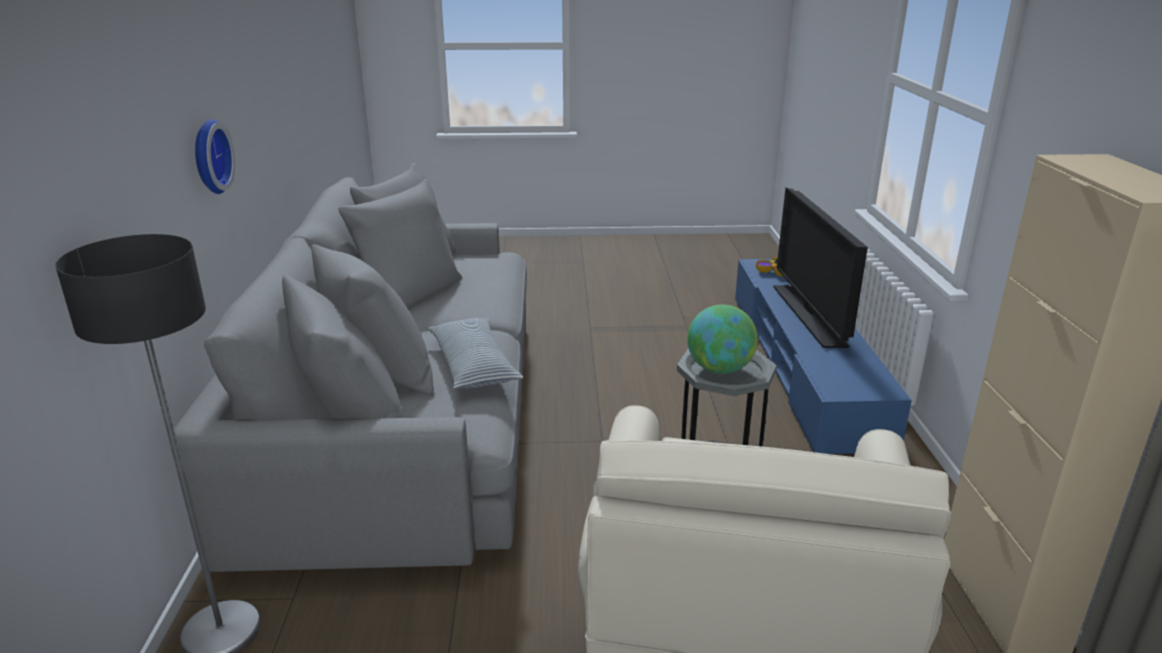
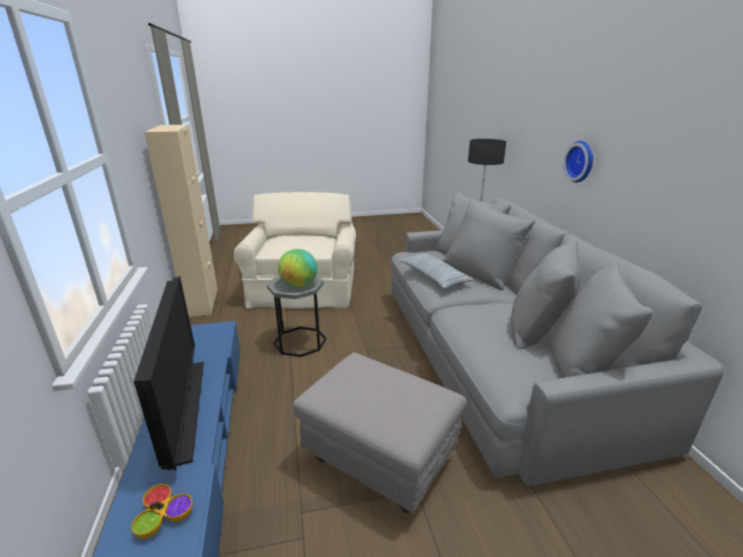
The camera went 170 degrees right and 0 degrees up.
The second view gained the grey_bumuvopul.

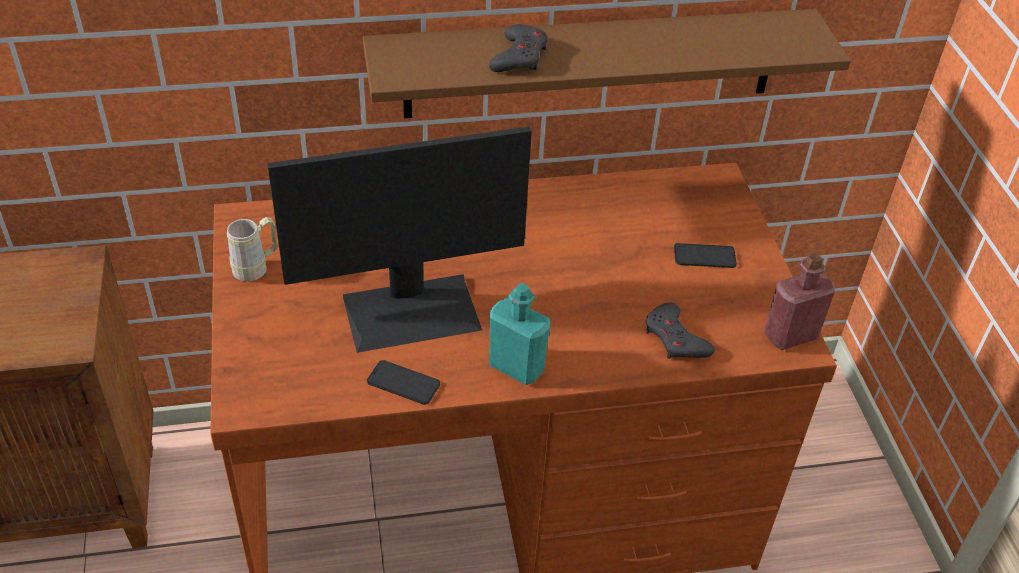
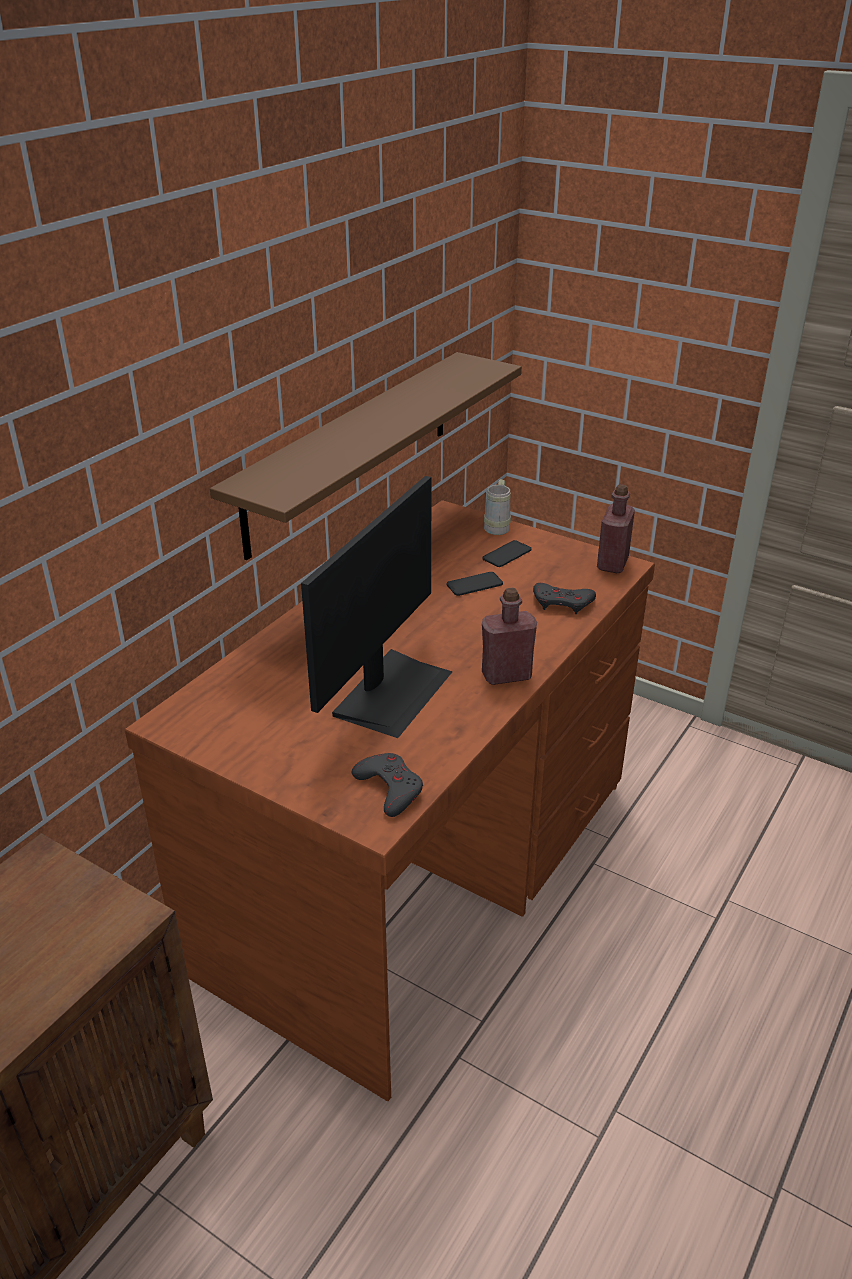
The camera went 45 degrees left and 10 degrees down.
The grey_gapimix (no. 1 from left) ended up elsewhere.
The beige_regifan ended up elsewhere.
What was the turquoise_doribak turned into the red_doribak (no. 1 from left).
The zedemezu (no. 1 from left) ended up elsewhere.

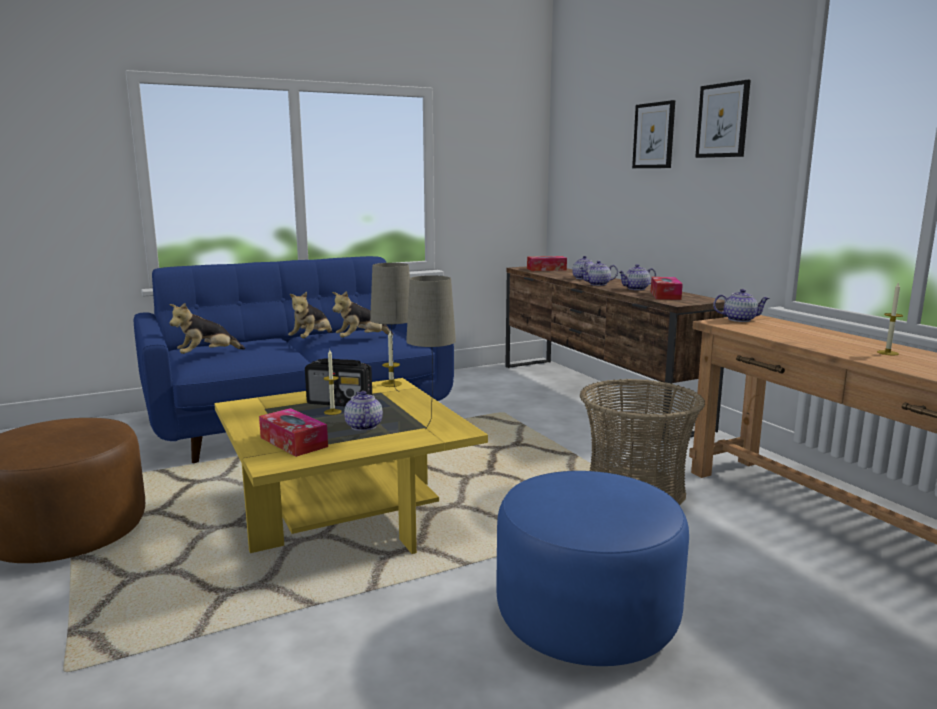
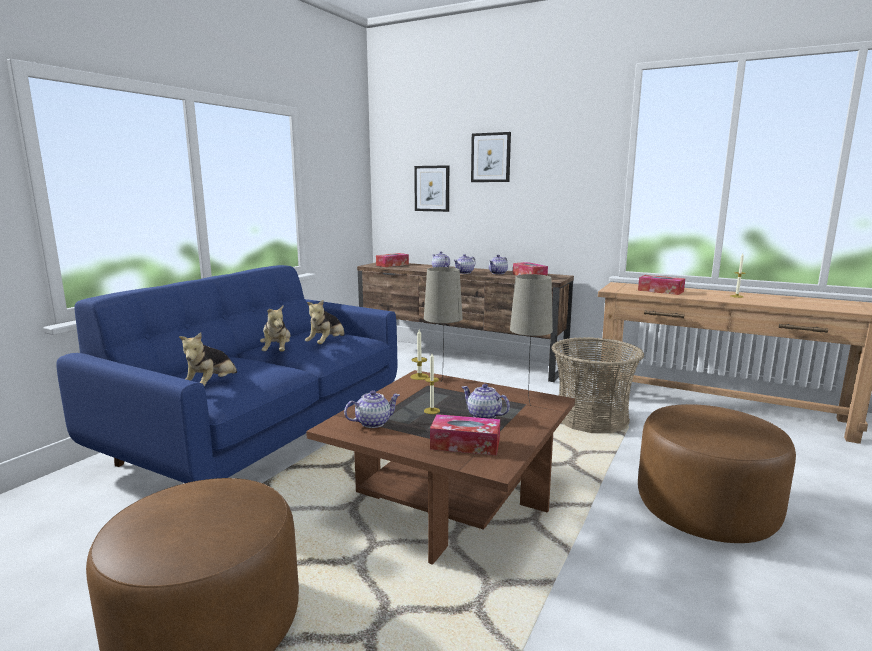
The camera went 35 degrees left and 0 degrees up.
The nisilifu (no. 2 from left in the first image) ended up elsewhere.
The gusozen (no. 5 from left in the first image) ended up elsewhere.
The second view lost the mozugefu.
What was the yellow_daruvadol turned into the brown_daruvadol.
What was the blue_bumuvopul turned into the brown_bumuvopul (no. 2 from left).
The second view gained the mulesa (no. 4 from left).

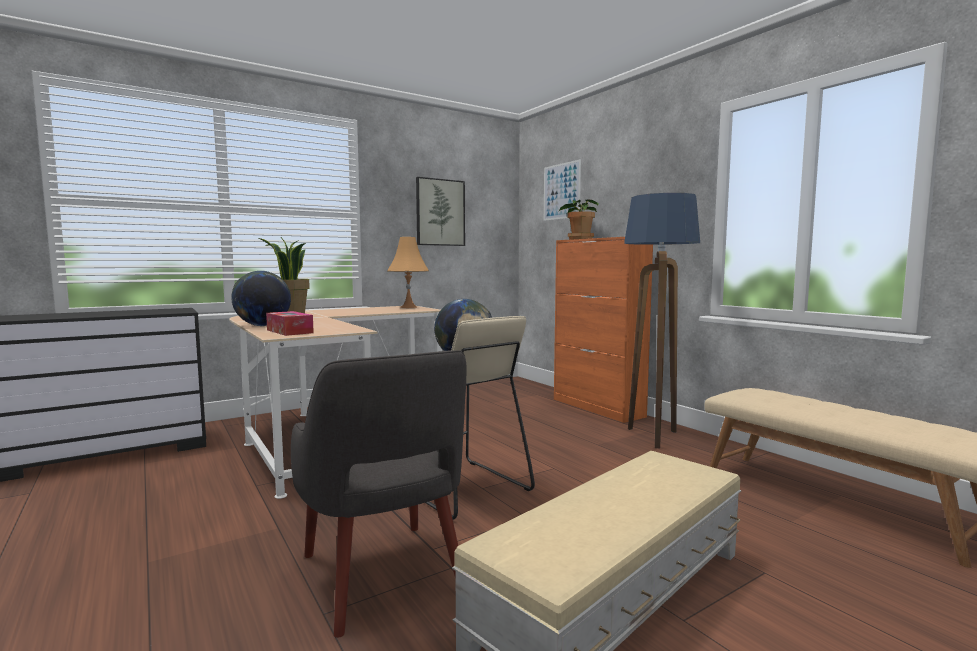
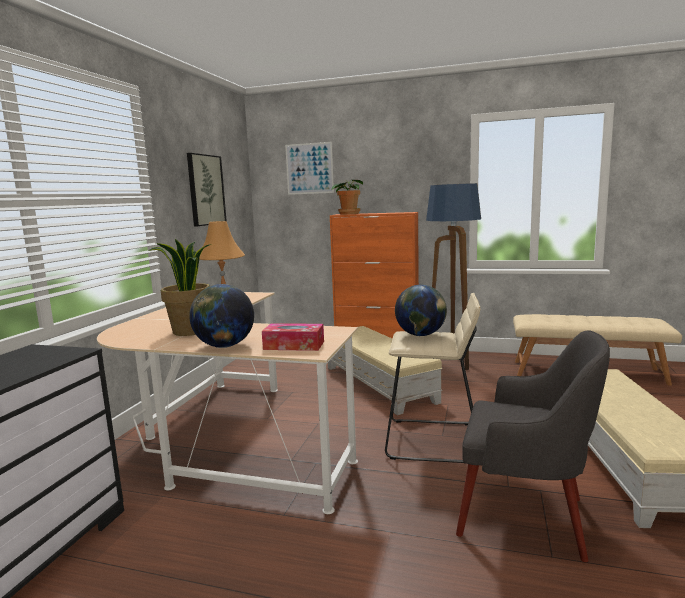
The camera went 40 degrees left and 5 degrees up.
The second view gained the beige_bumuvopul (no. 1 from left).

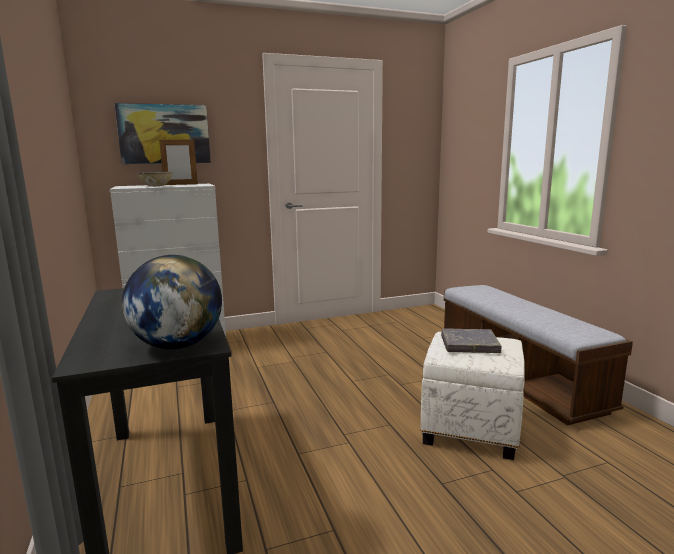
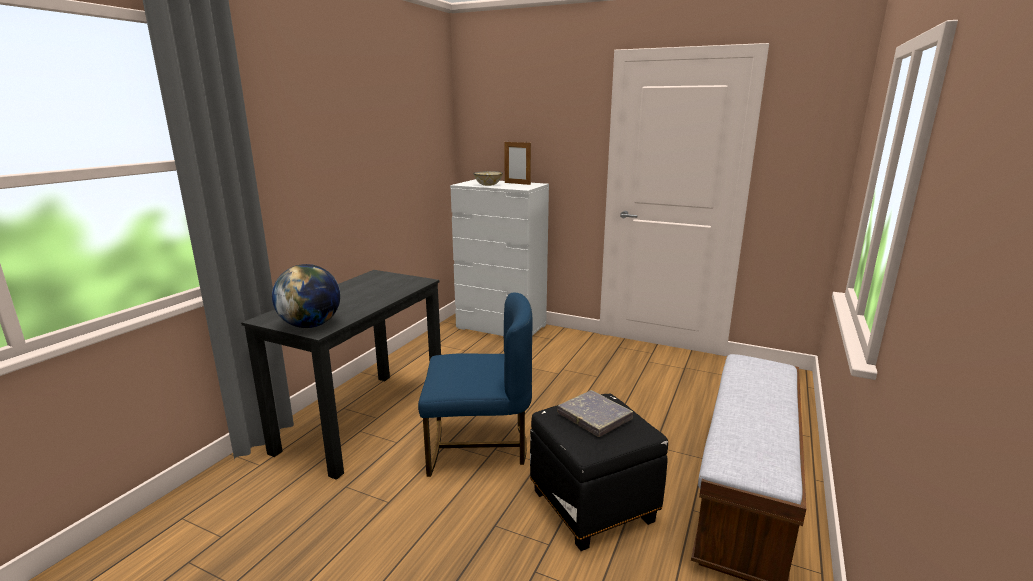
The camera went 45 degrees right and 5 degrees up.
The second view lost the nisilifu.
What was the white_bumuvopul turned into the black_bumuvopul.
The second view gained the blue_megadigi.

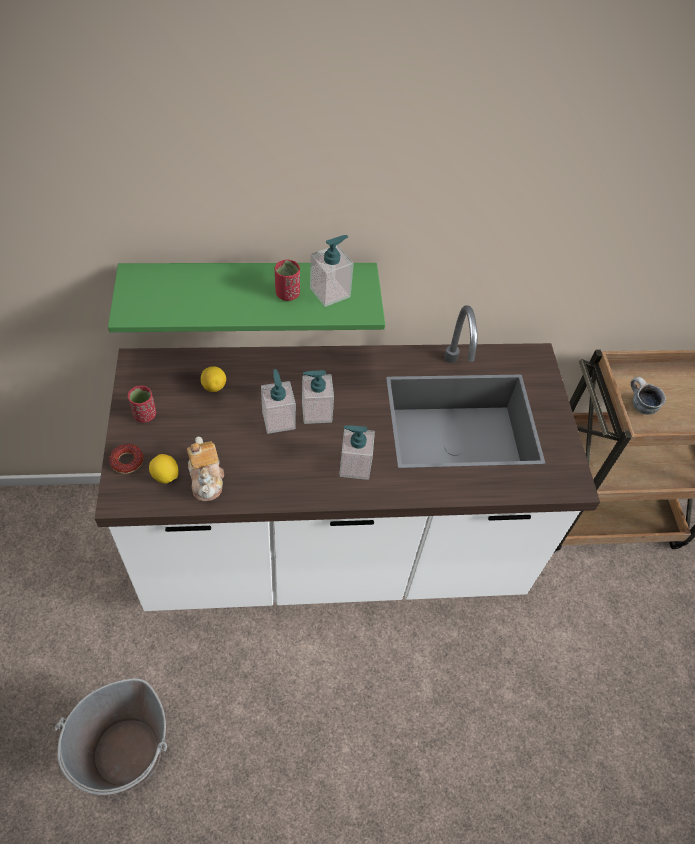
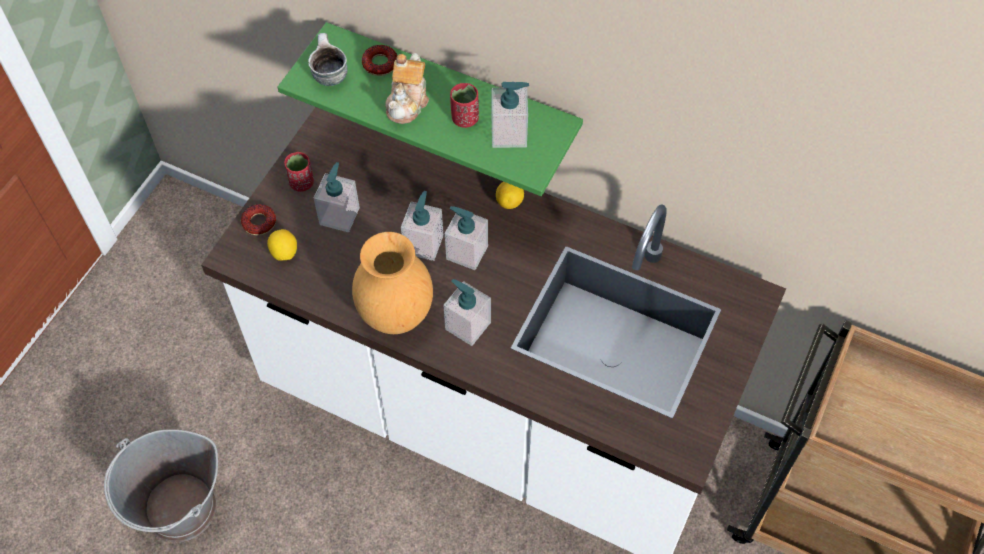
The camera went 35 degrees right and 5 degrees up.
The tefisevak (no. 2 from left) ended up elsewhere.
The regifan ended up elsewhere.
The gusozen ended up elsewhere.
The second view gained the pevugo (no. 2 from left).
The second view gained the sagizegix (no. 1 from left).
The second view gained the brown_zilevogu.

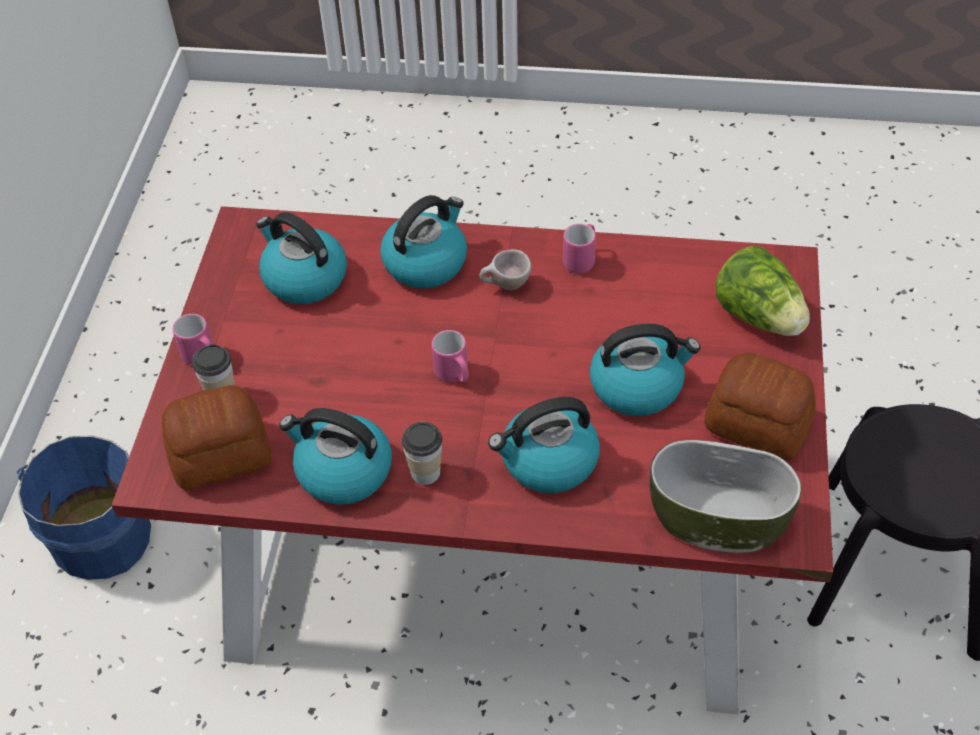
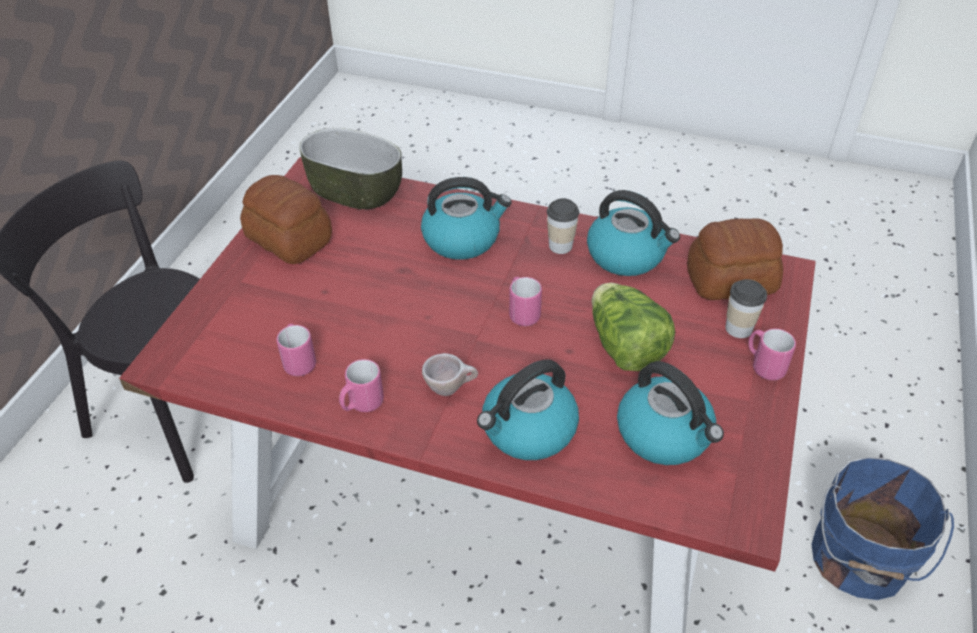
The camera went 170 degrees left and 5 degrees down.
The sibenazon ended up elsewhere.
The second view lost the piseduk (no. 5 from left).
The second view gained the pink_regifan (no. 1 from left).

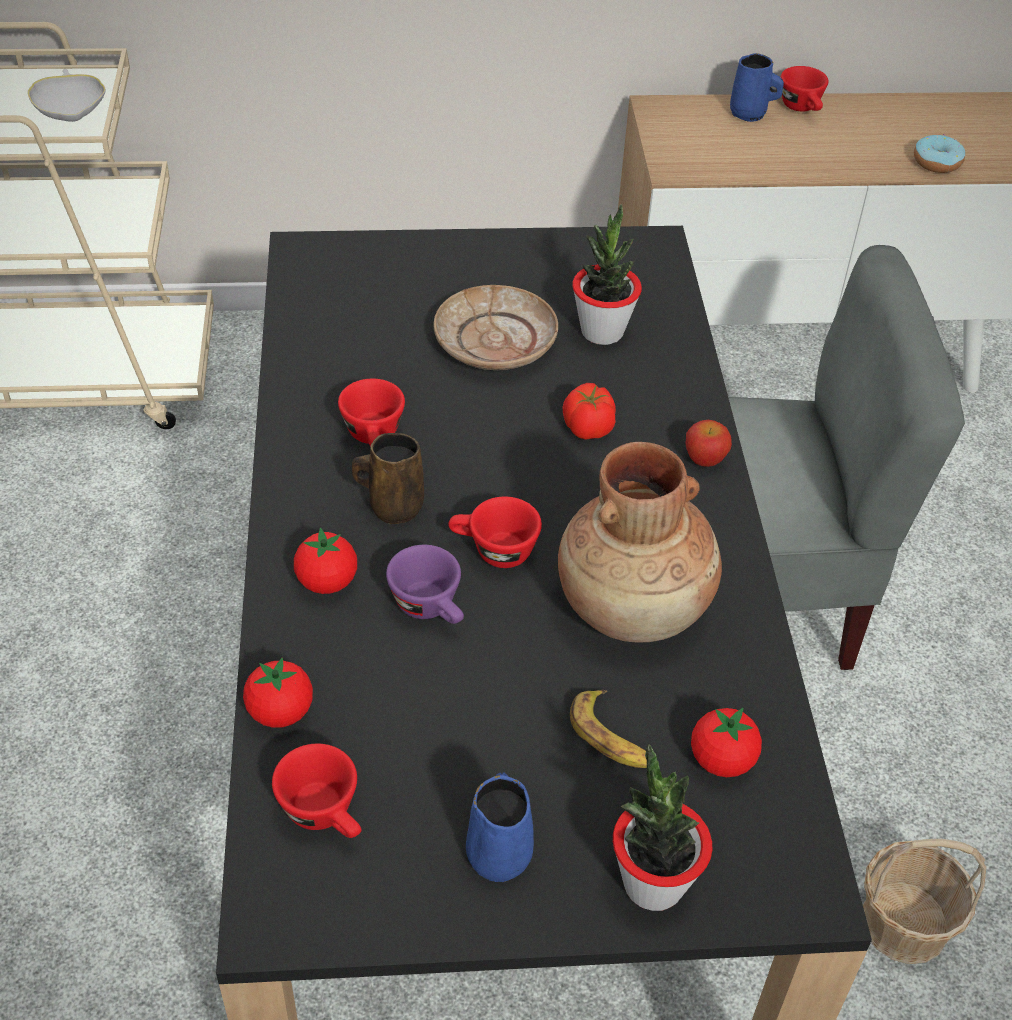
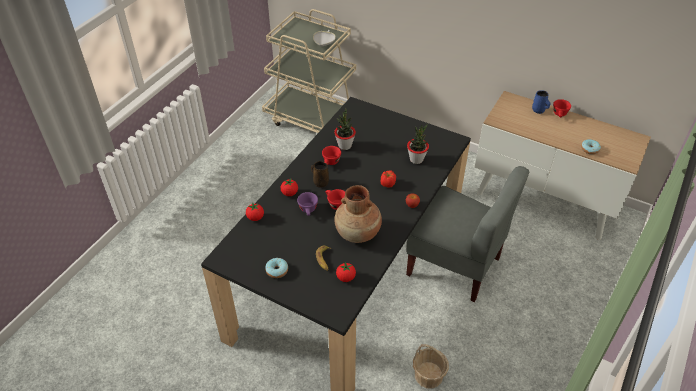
The camera went 35 degrees right and 0 degrees up.
The second view lost the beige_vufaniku.
The second view lost the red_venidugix (no. 1 from left).
The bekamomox (no. 2 from left in the first image) ended up elsewhere.
Where the blue_regifan (no. 1 from left) stood, the pevugo (no. 1 from left) came to stand.

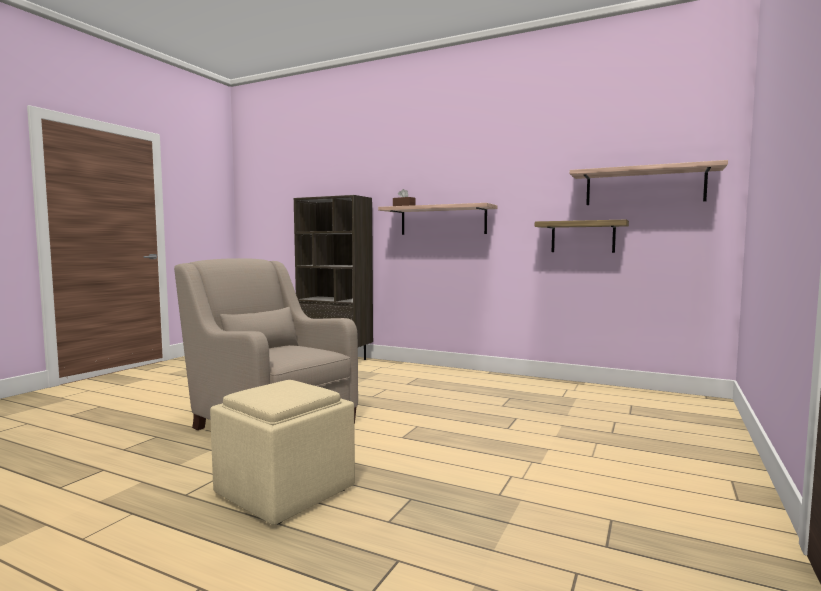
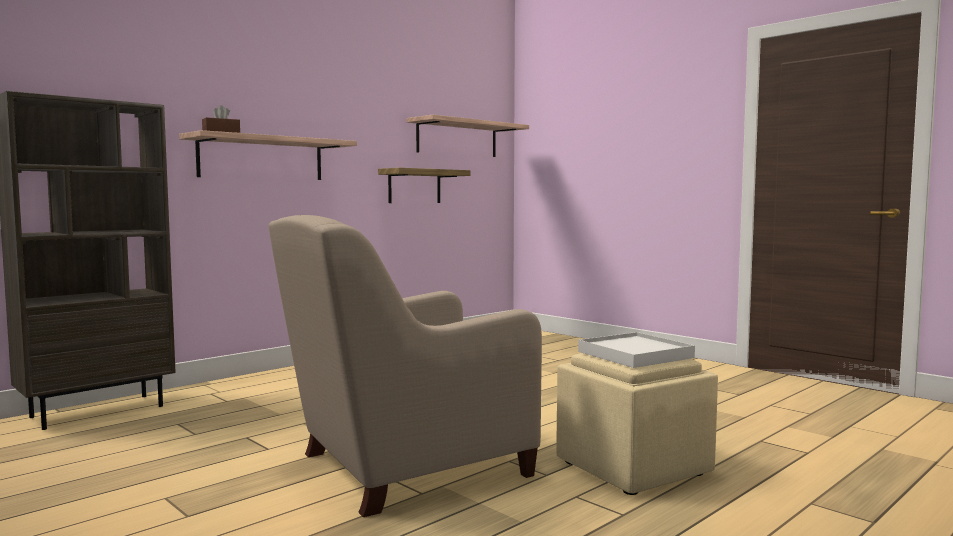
The camera went 70 degrees left and 0 degrees up.
The second view gained the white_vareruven.

